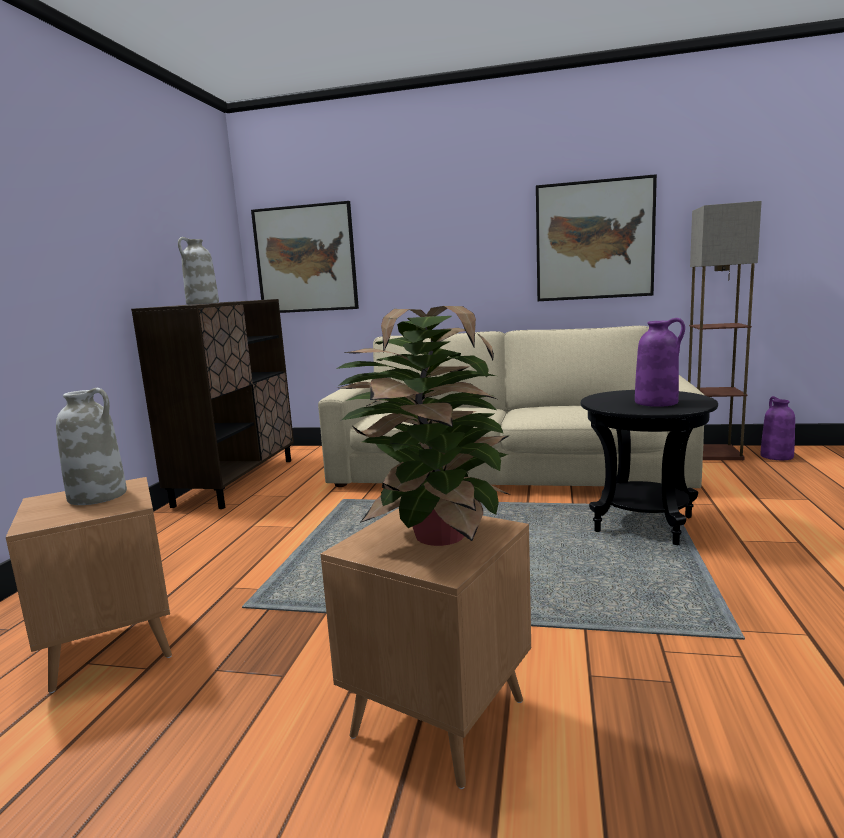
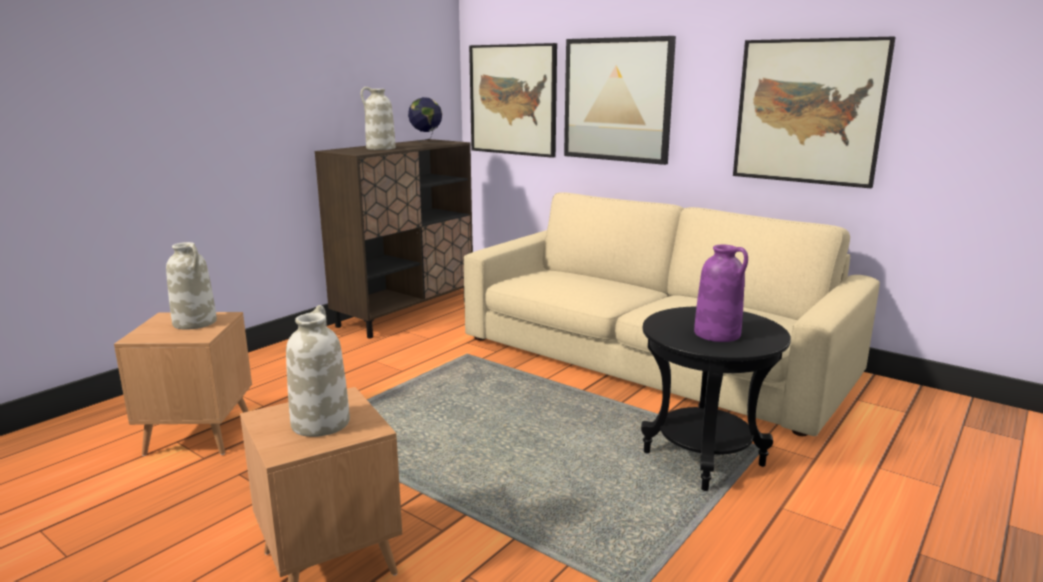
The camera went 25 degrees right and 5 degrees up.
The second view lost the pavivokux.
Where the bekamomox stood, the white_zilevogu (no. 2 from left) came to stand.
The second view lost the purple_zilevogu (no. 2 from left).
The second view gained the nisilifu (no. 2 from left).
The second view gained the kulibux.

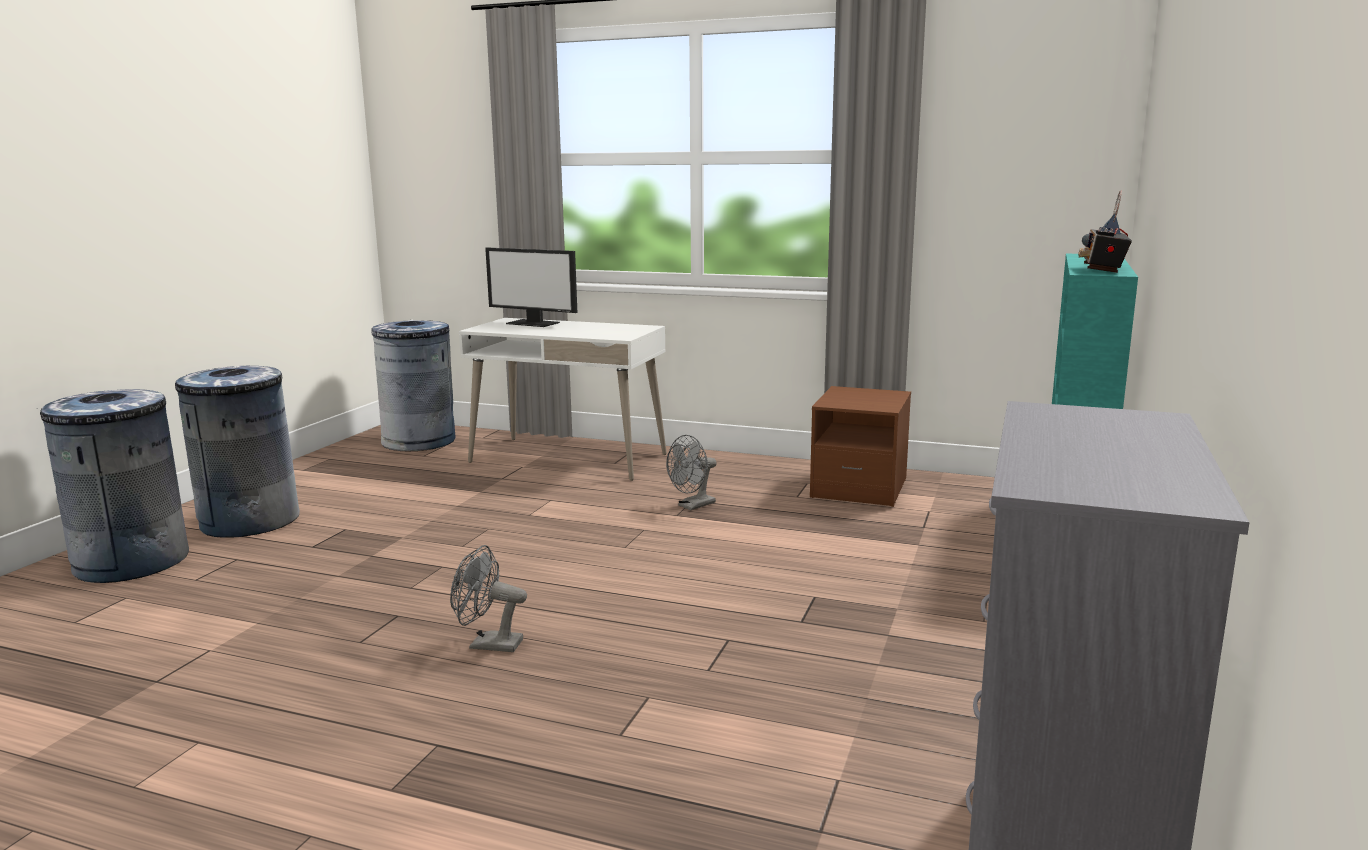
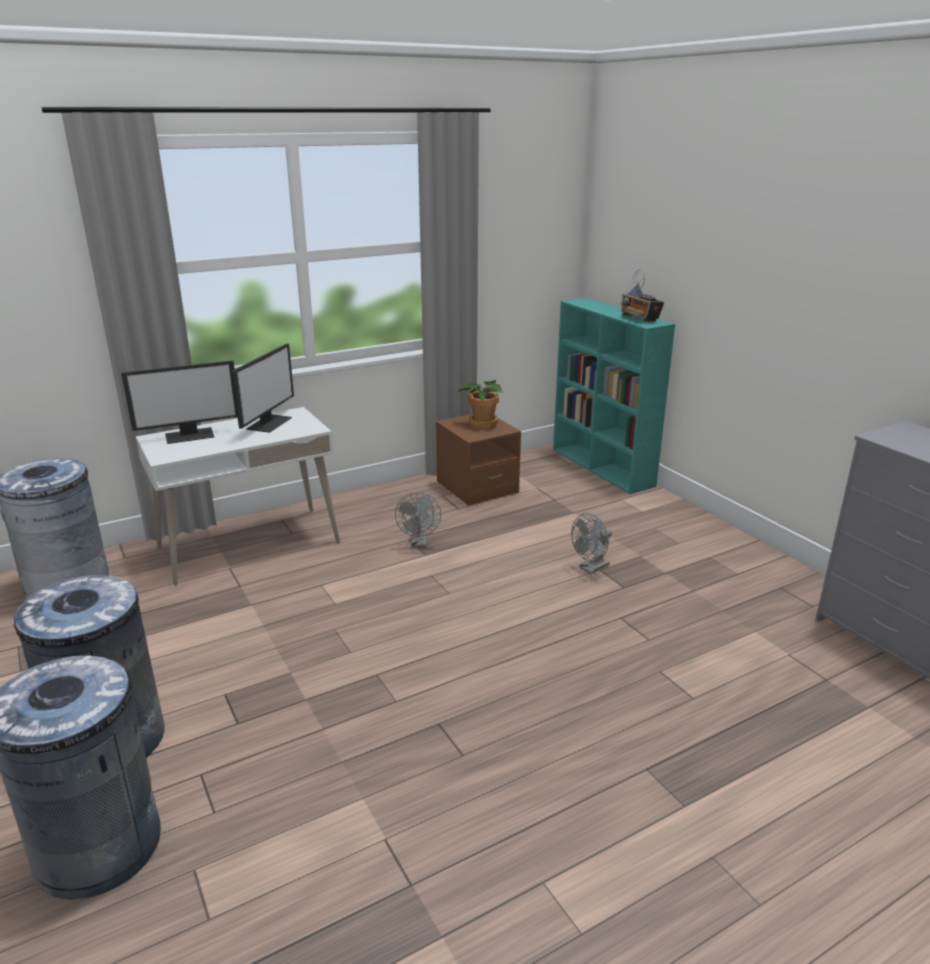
The camera went 50 degrees left and 10 degrees up.
The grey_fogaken (no. 1 from left in the first image) ended up elsewhere.
The second view gained the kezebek (no. 2 from left).
The second view gained the bekamomox.

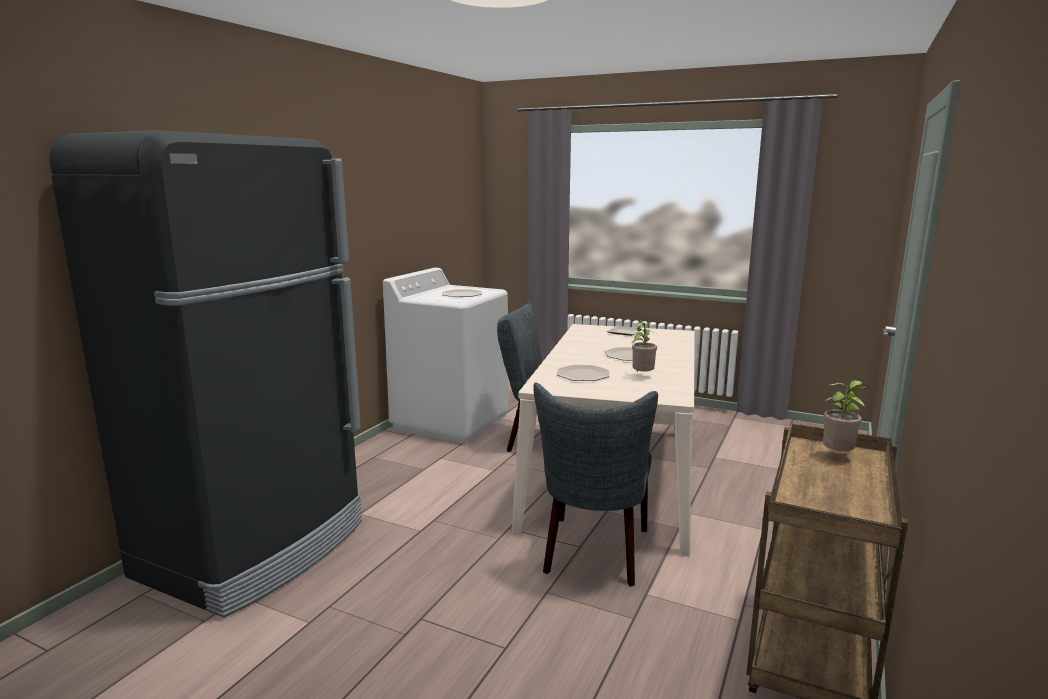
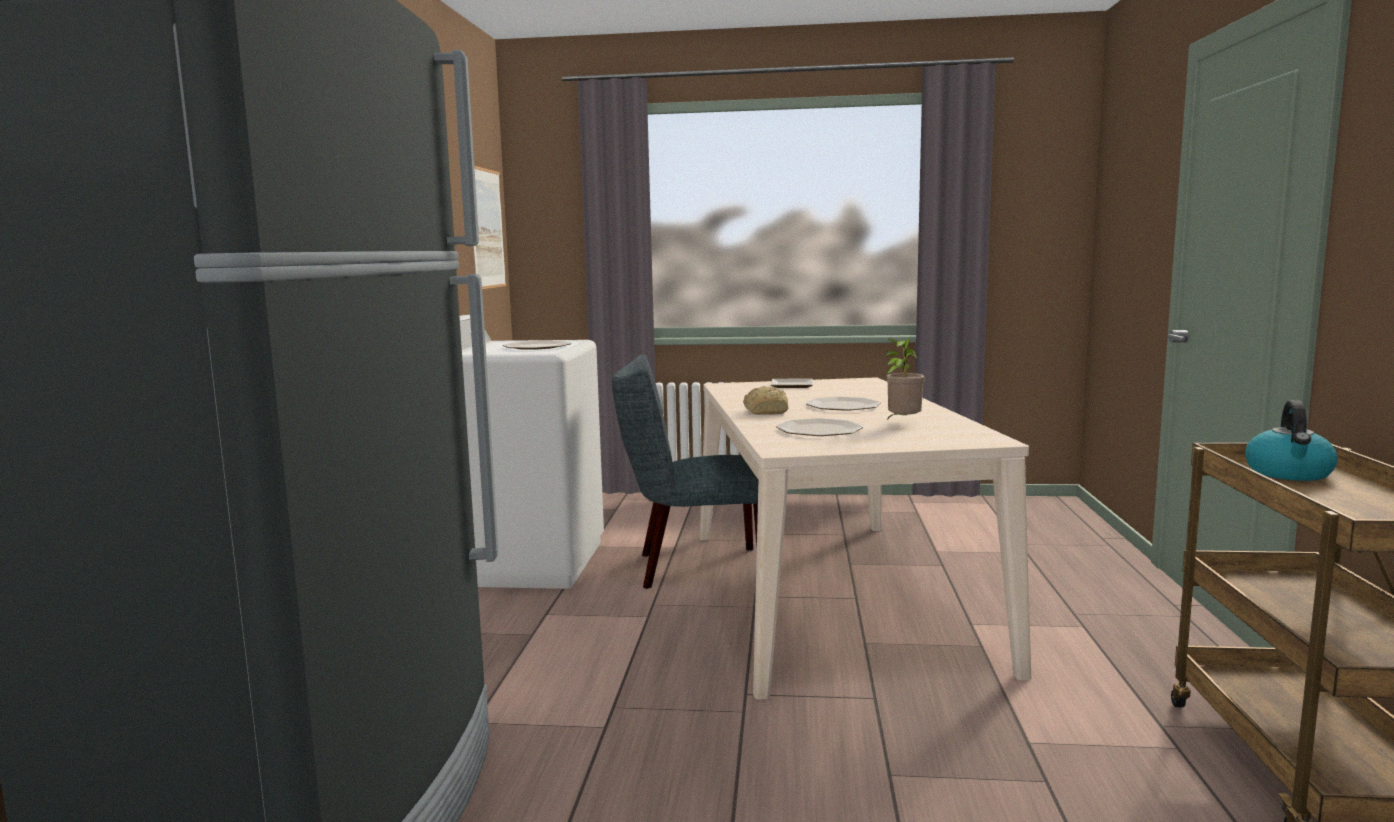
The camera went 20 degrees left and 5 degrees down.
Where the bekamomox (no. 2 from left) stood, the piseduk came to stand.
The second view lost the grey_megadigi (no. 2 from left).
The second view gained the nisilifu.
The second view gained the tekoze.

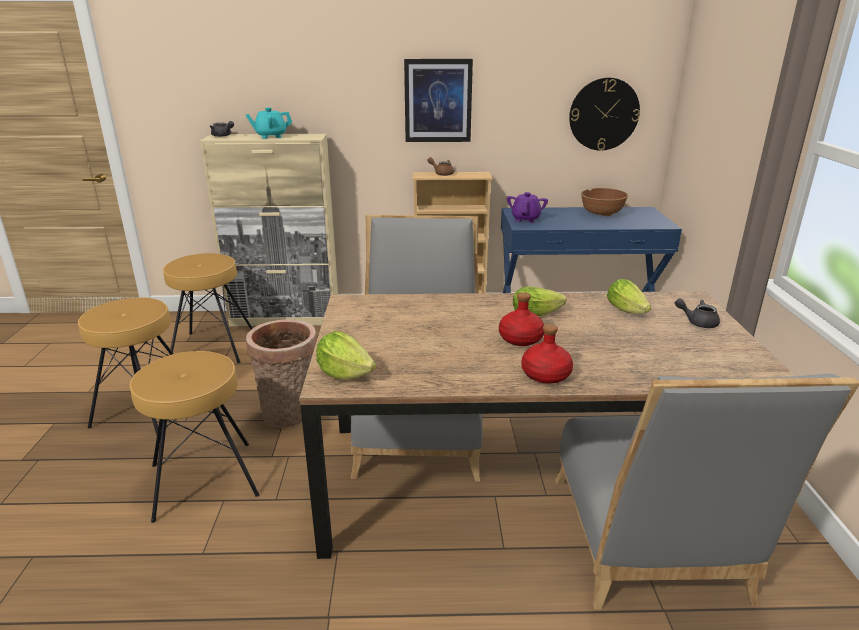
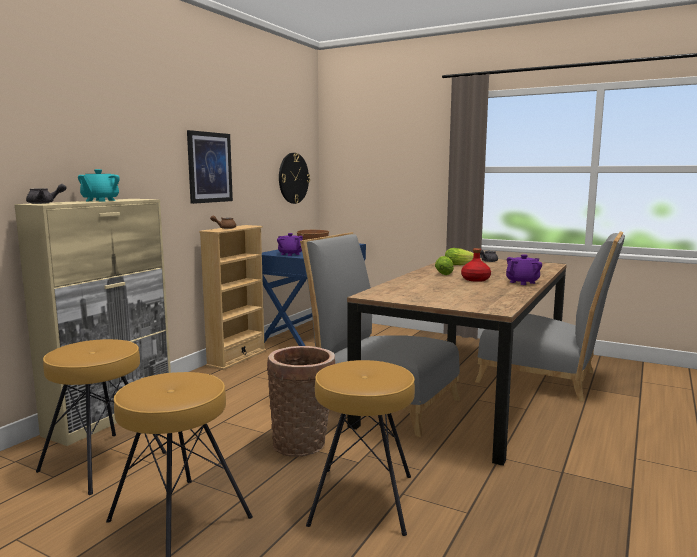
The camera went 60 degrees left and 15 degrees down.
Where the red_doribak (no. 2 from left) stood, the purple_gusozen (no. 2 from left) came to stand.
The second view lost the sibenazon (no. 1 from left).

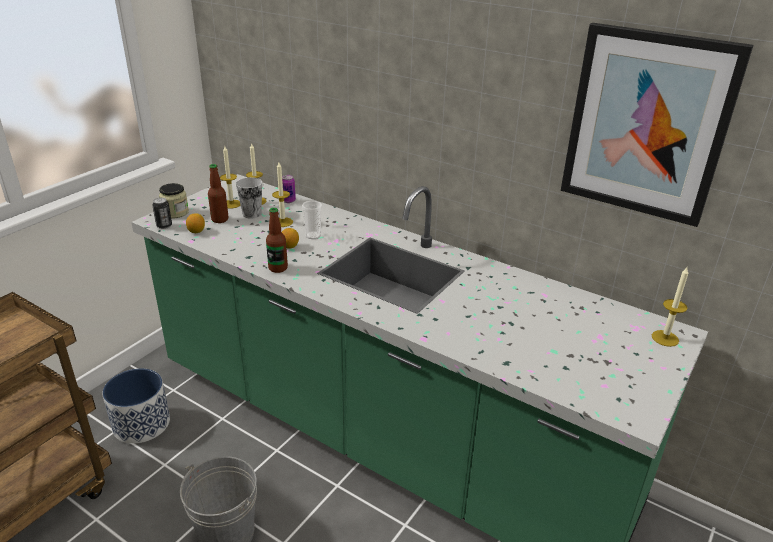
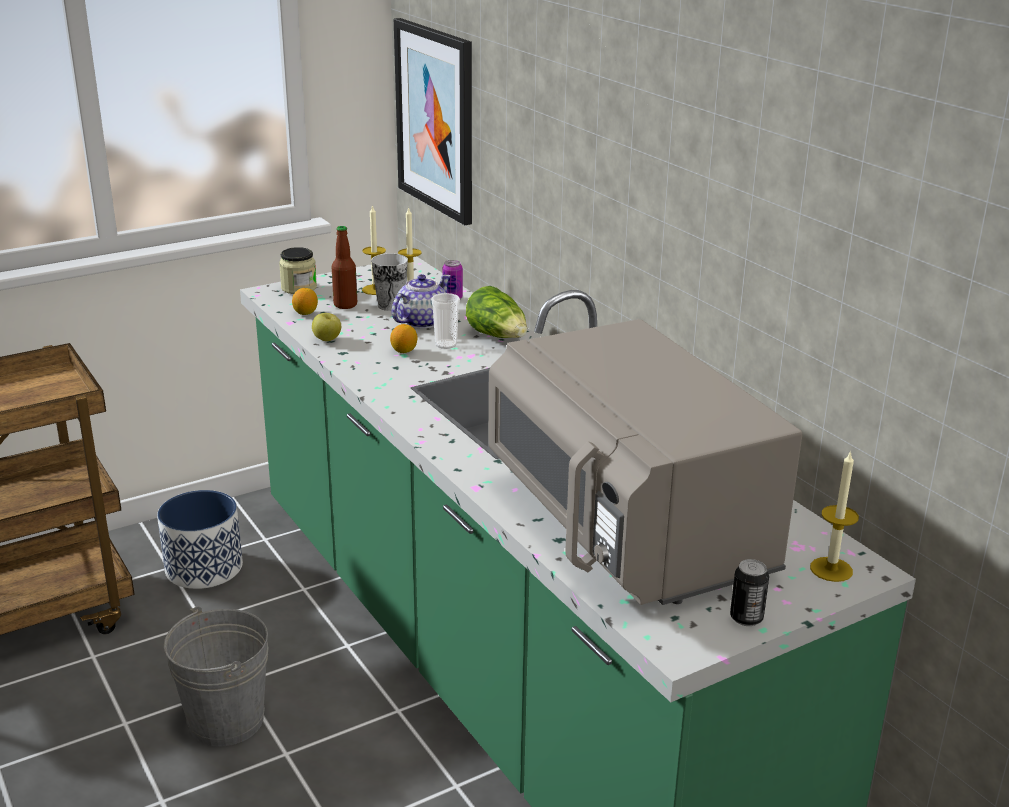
The camera went 25 degrees right and 5 degrees down.
The nisilifu ended up elsewhere.
Where the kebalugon (no. 3 from left) stood, the gusozen came to stand.
The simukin (no. 1 from left in the first image) ended up elsewhere.
The second view lost the doribak (no. 2 from left).
The second view gained the sibenazon.
The second view gained the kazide.
The second view gained the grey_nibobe.

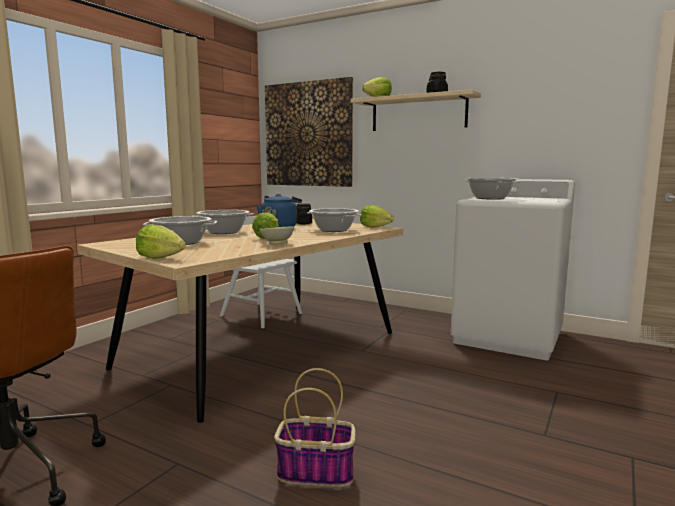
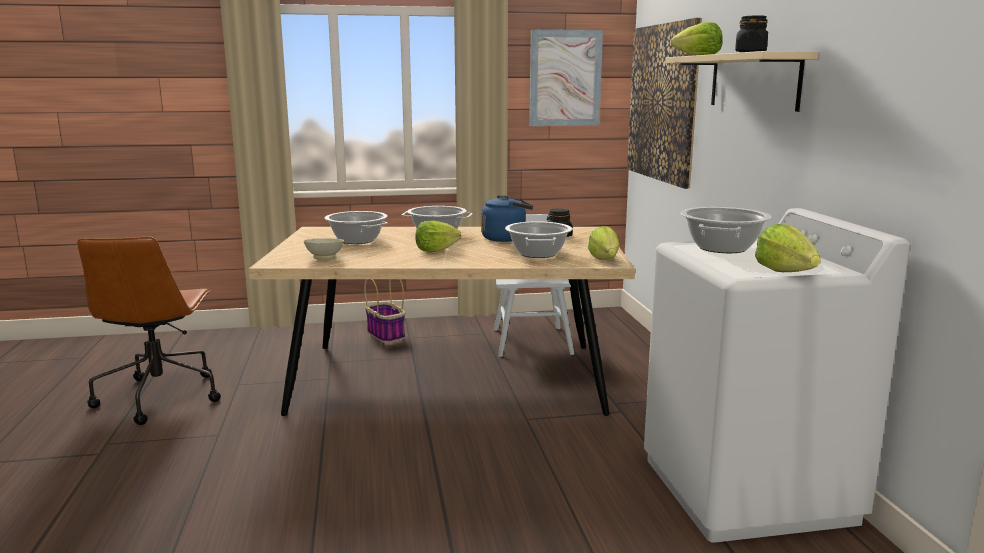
The camera went 50 degrees right and 5 degrees up.
The sibenazon (no. 1 from left in the first image) ended up elsewhere.
The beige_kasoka ended up elsewhere.
The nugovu ended up elsewhere.
The second view gained the nisilifu (no. 1 from left).

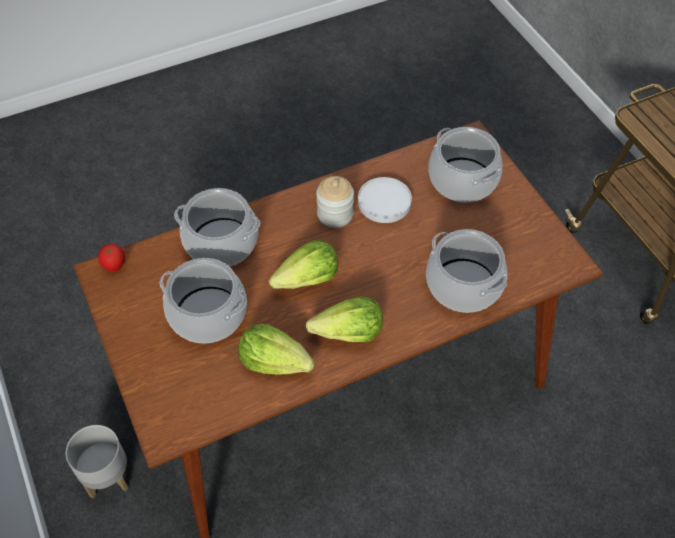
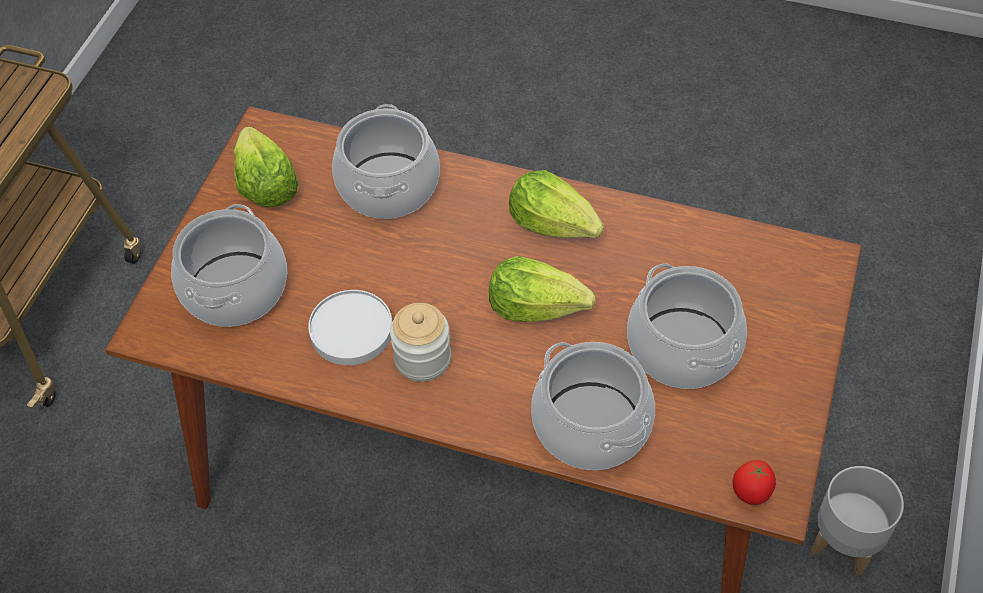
The camera went 135 degrees left and 0 degrees up.
The sibenazon (no. 1 from left) ended up elsewhere.

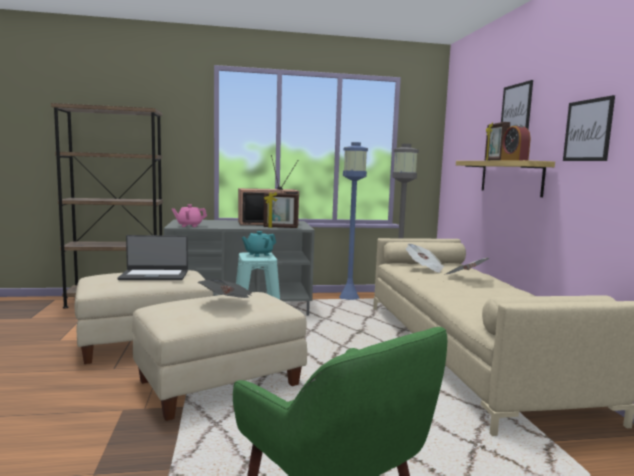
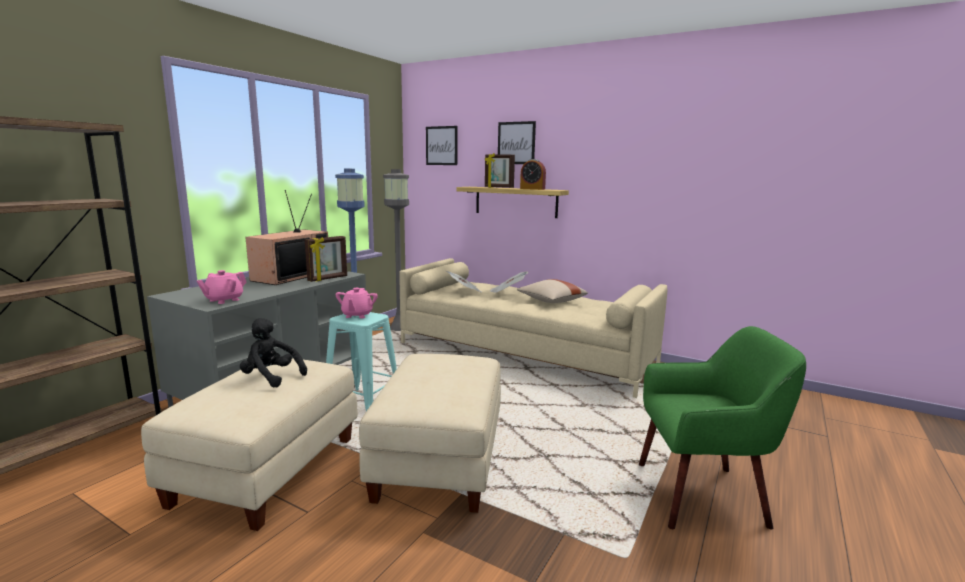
The camera went 50 degrees left and 5 degrees up.
The nisilifu (no. 2 from left in the first image) ended up elsewhere.
What was the turquoise_gusozen turned into the pink_gusozen (no. 2 from left).
Where the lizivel stood, the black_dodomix came to stand.
The second view lost the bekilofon (no. 1 from left).
The second view gained the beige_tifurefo.

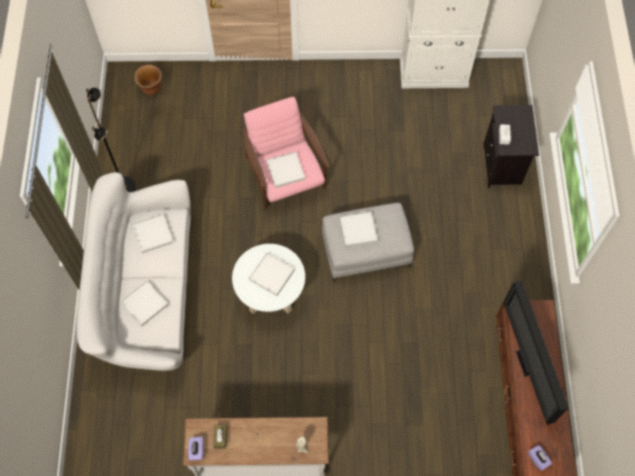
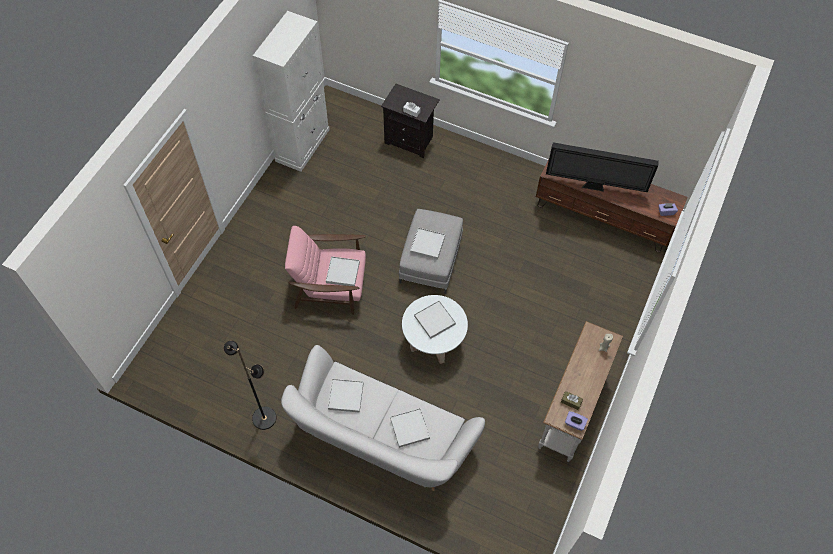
The camera went 65 degrees left and 5 degrees down.
The second view lost the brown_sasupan.

